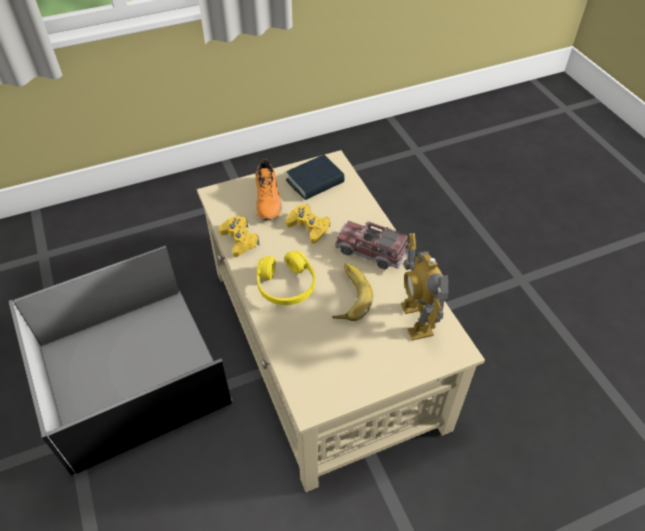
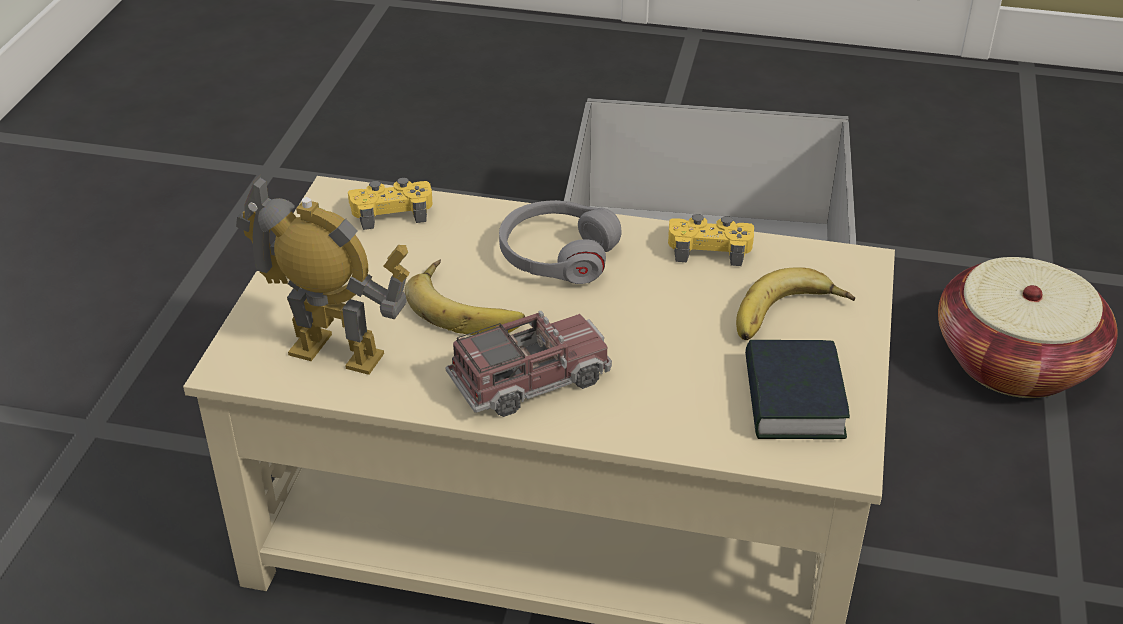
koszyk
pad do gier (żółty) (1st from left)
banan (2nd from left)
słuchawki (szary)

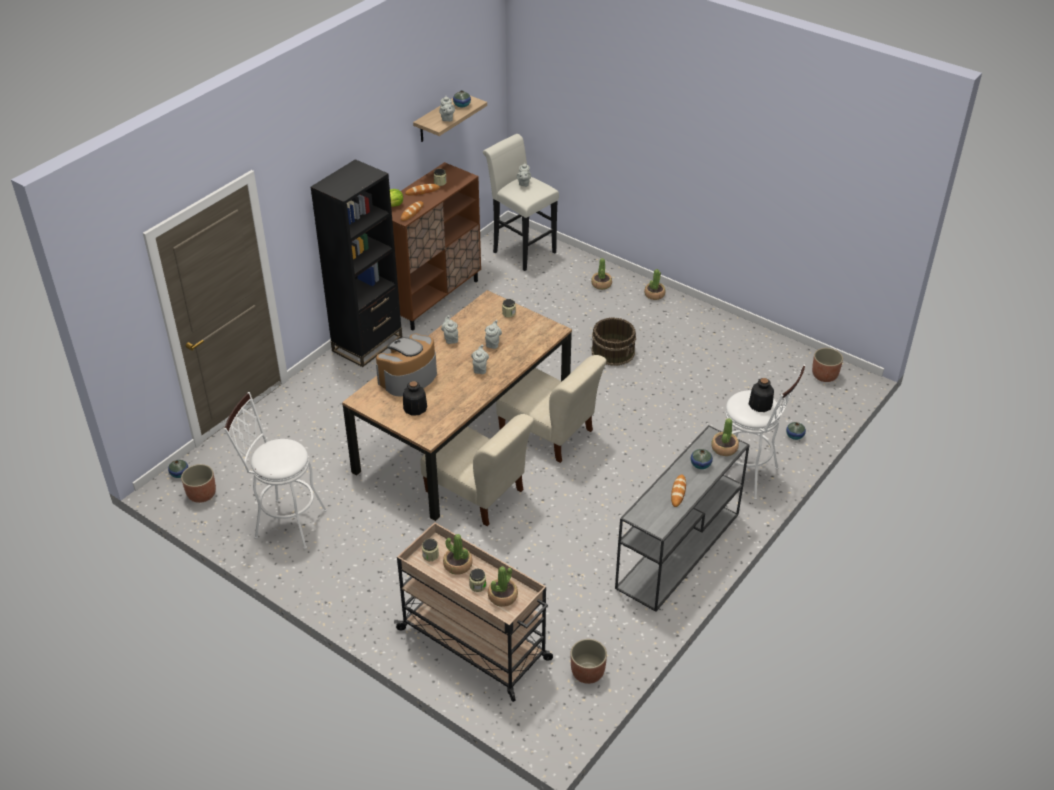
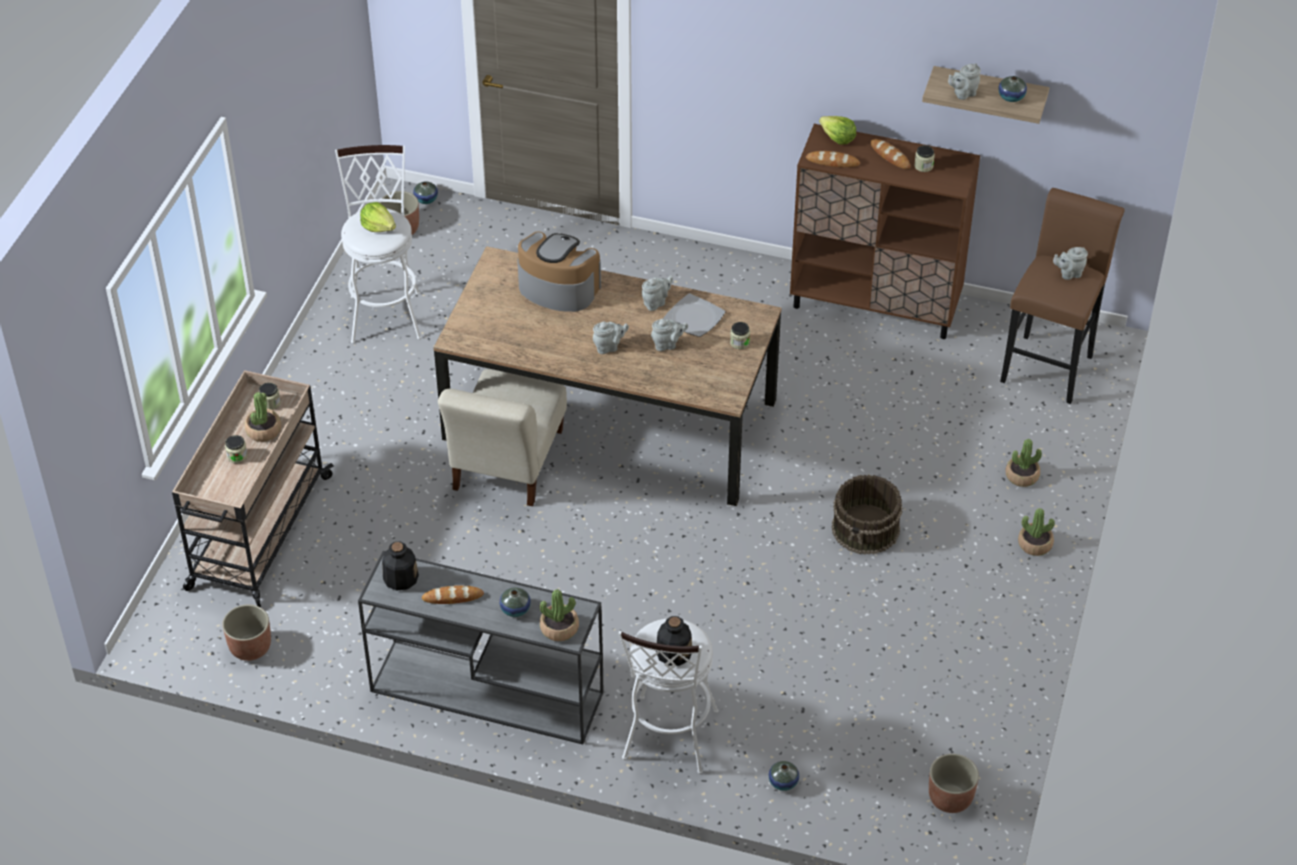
regał (czarny)
roślina doniczkowa (2nd from left in the first image)
krzesło (beżowy) (2nd from left in the first image)
sałata (1st from left)
talerz
butelka (1st from left)
stołek (brązowy)

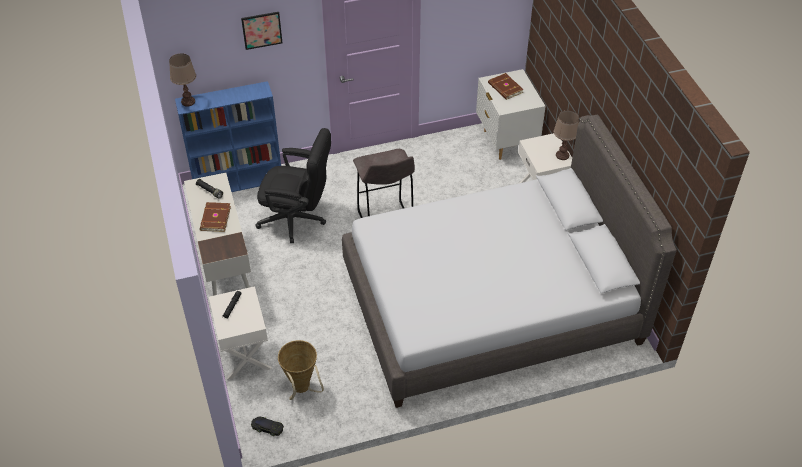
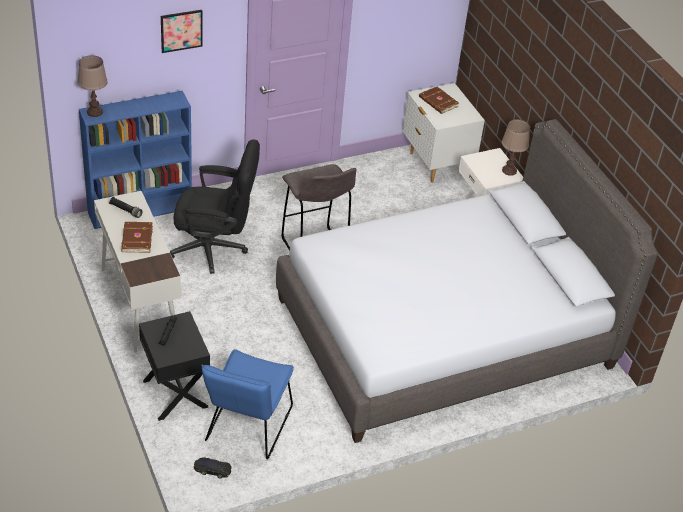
krzesło (niebieski)
szafka nocna (czarny)

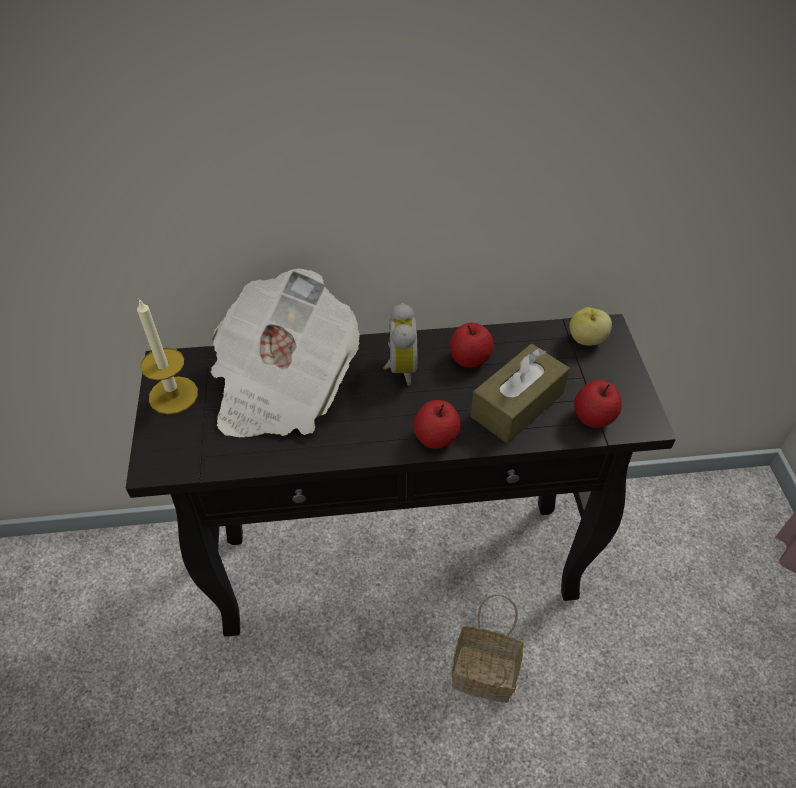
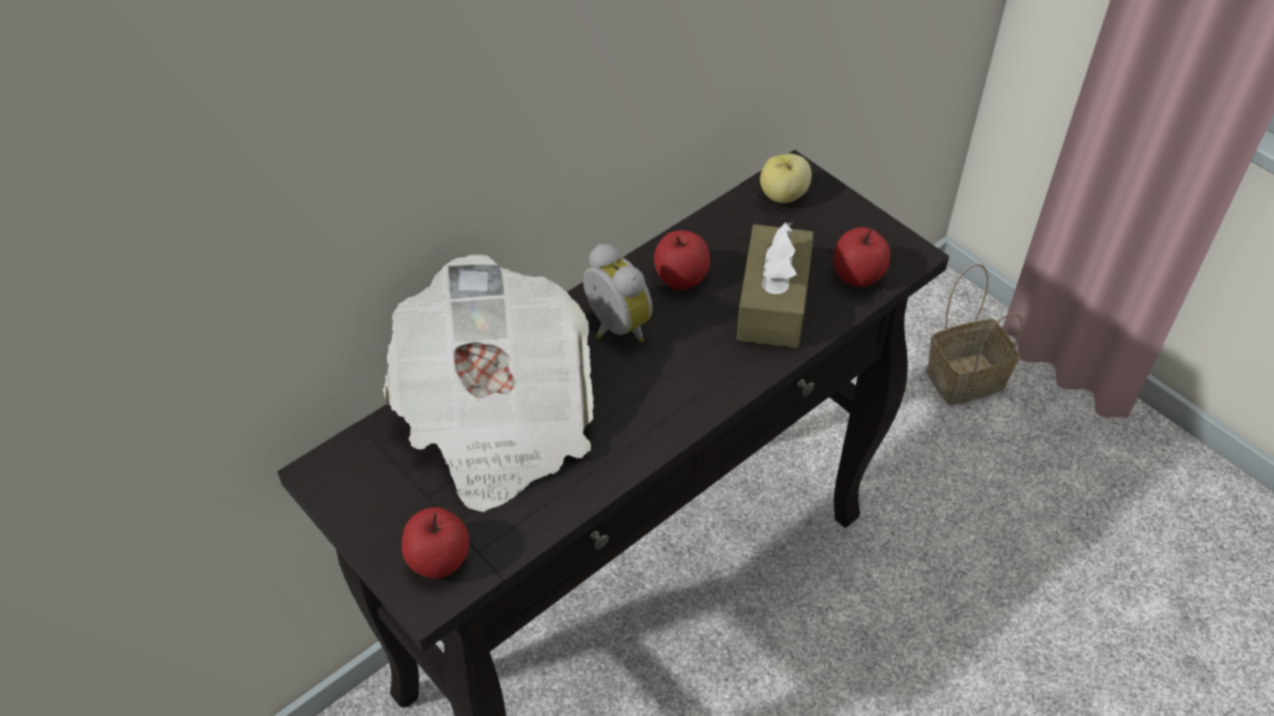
świeca
jabłko (1st from left)
koszyk

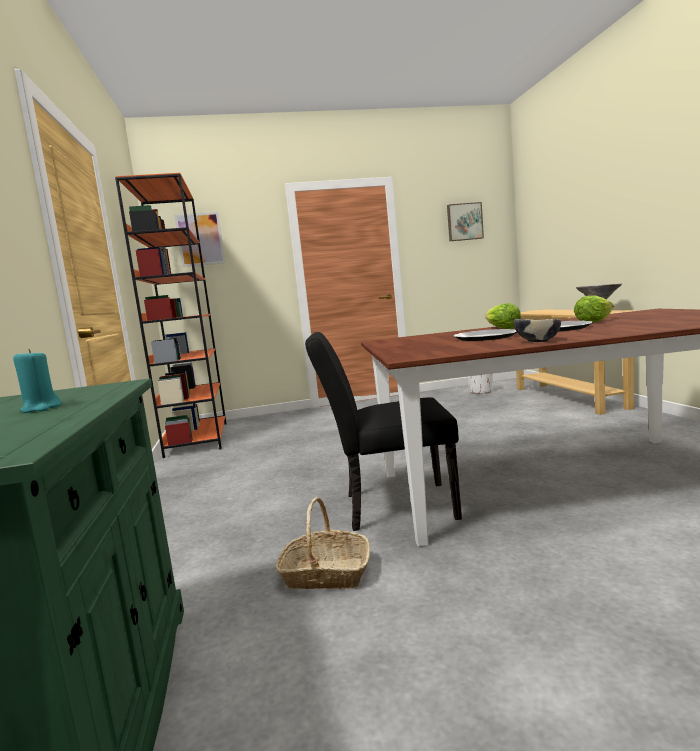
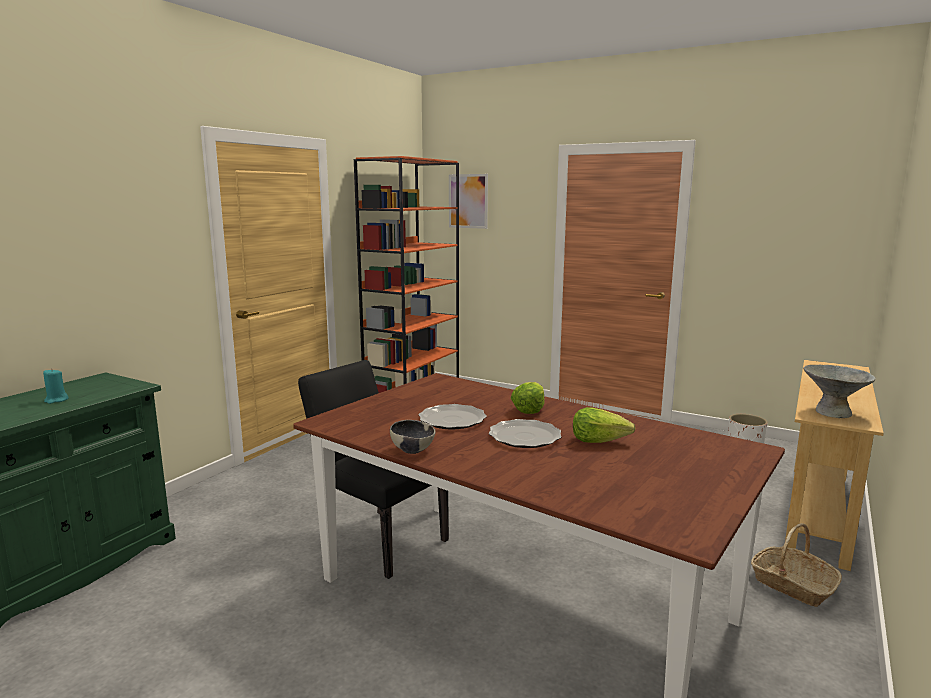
obraz (2nd from left in the first image)
koszyk

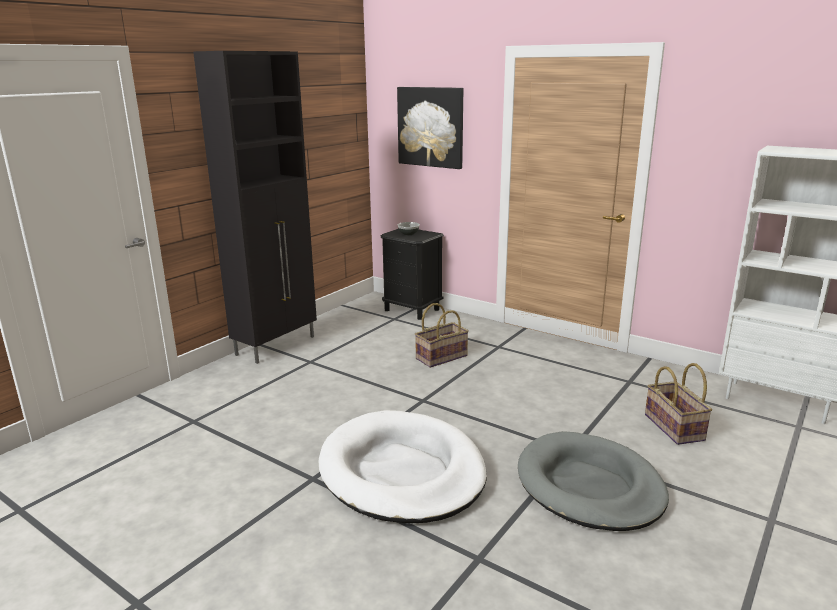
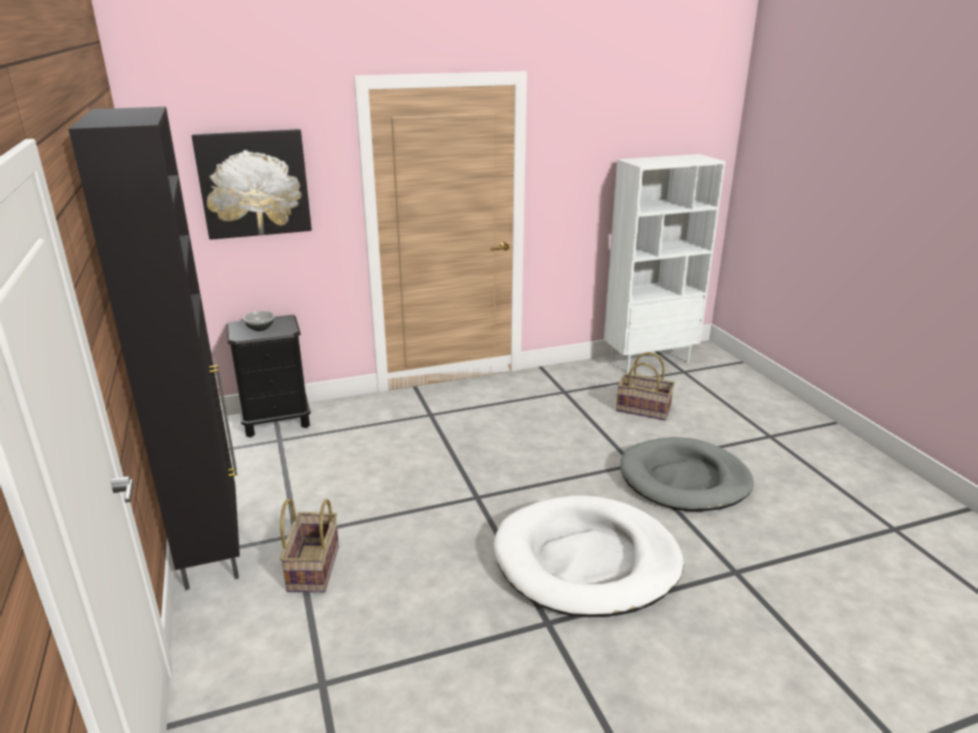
koszyk (1st from left)

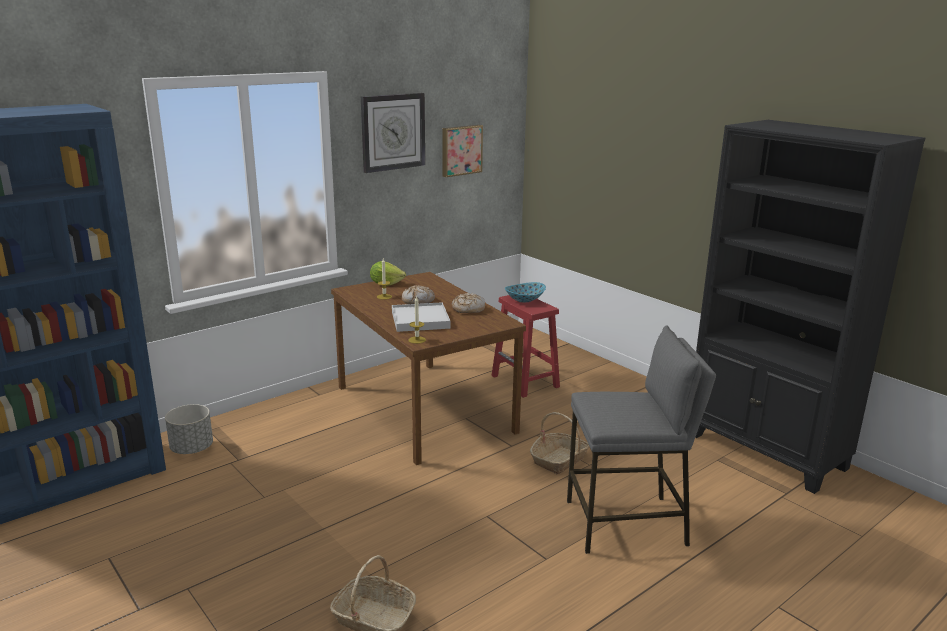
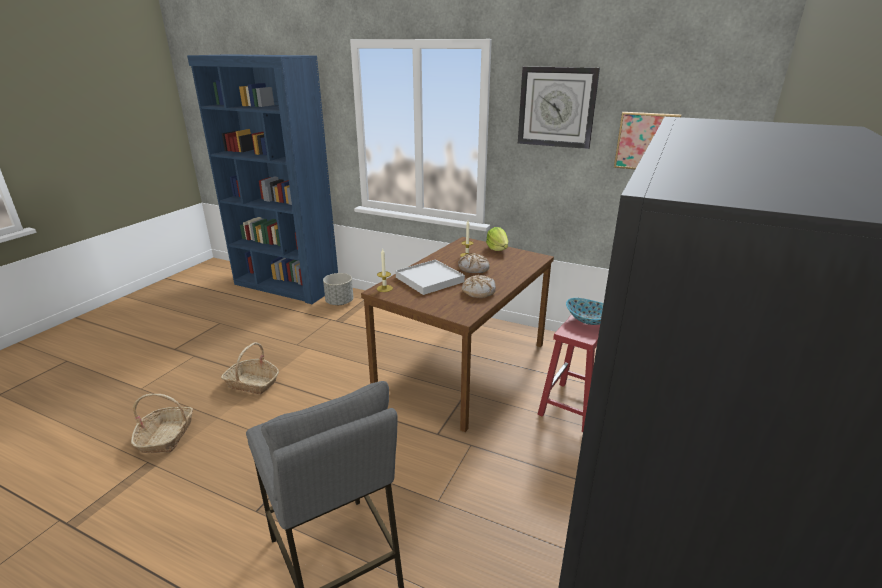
koszyk (2nd from left)

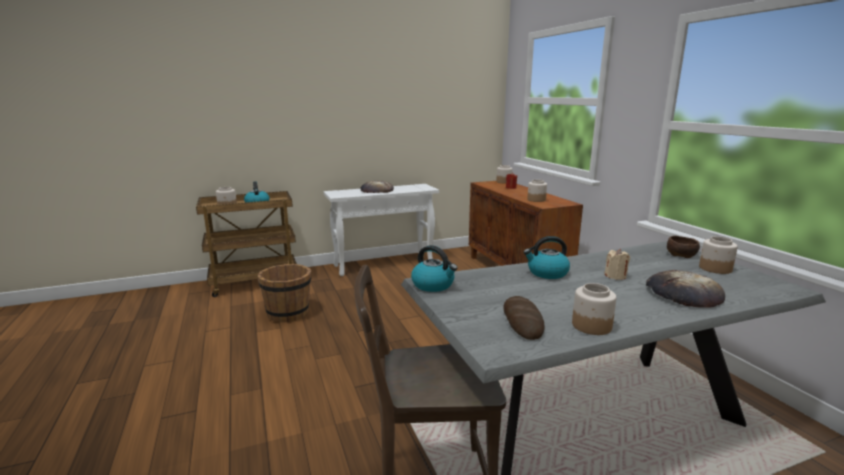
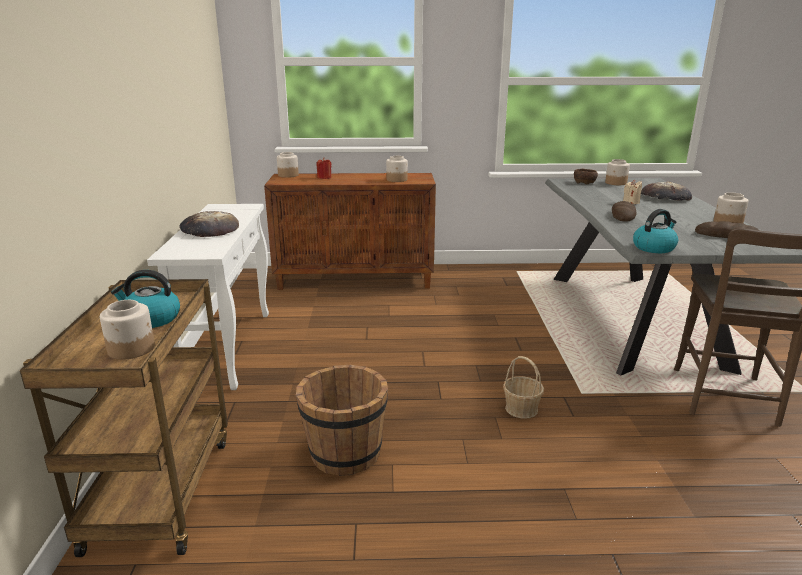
koszyk
chleb (2nd from left)

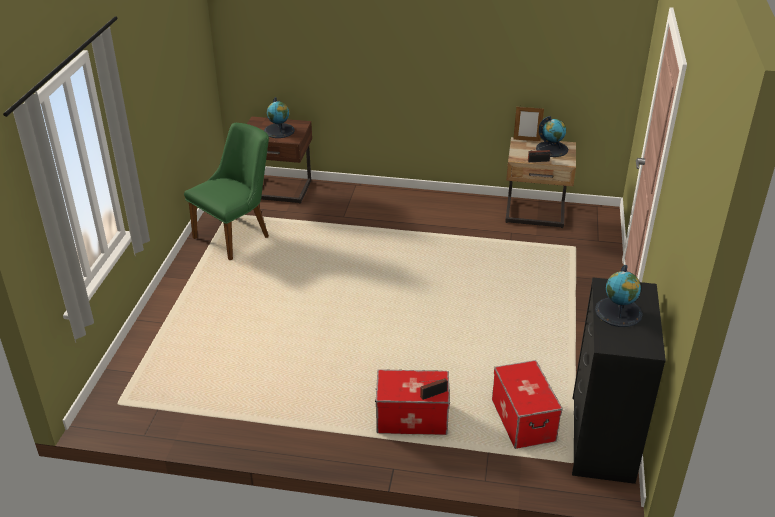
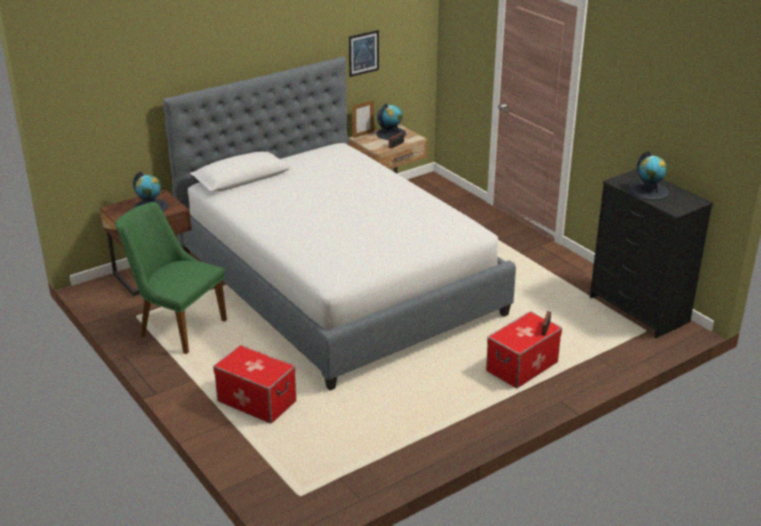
łóżko
obraz
pojemnik do przechowywania (1st from left)
krzesło (zielony)

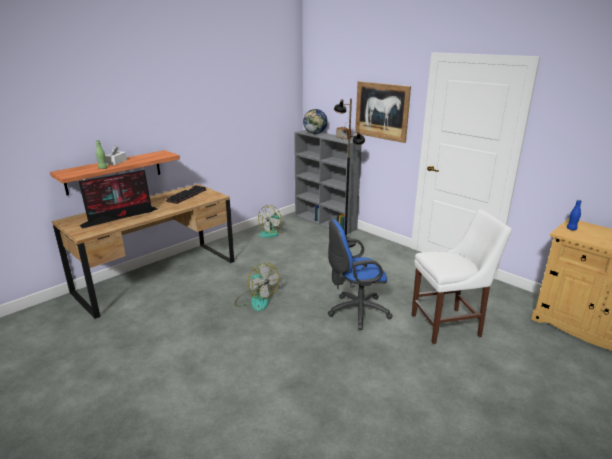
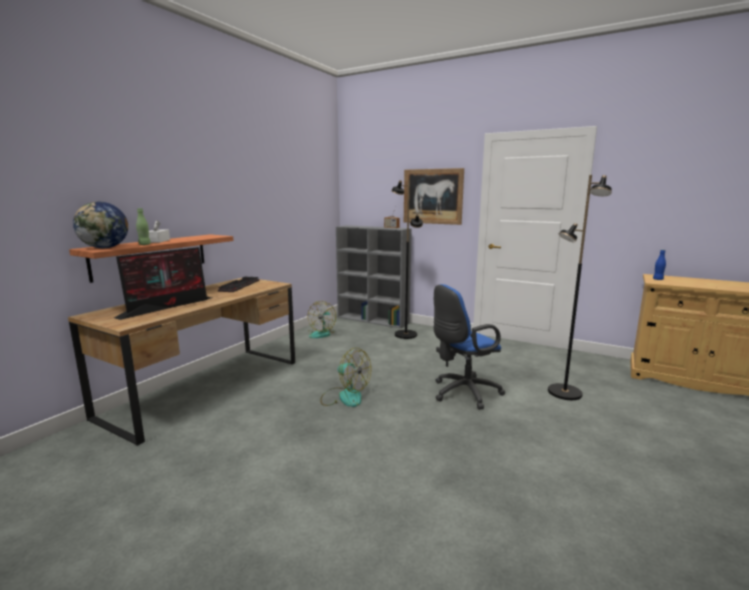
globus
lampa stojąca (czarny) (2nd from left)

